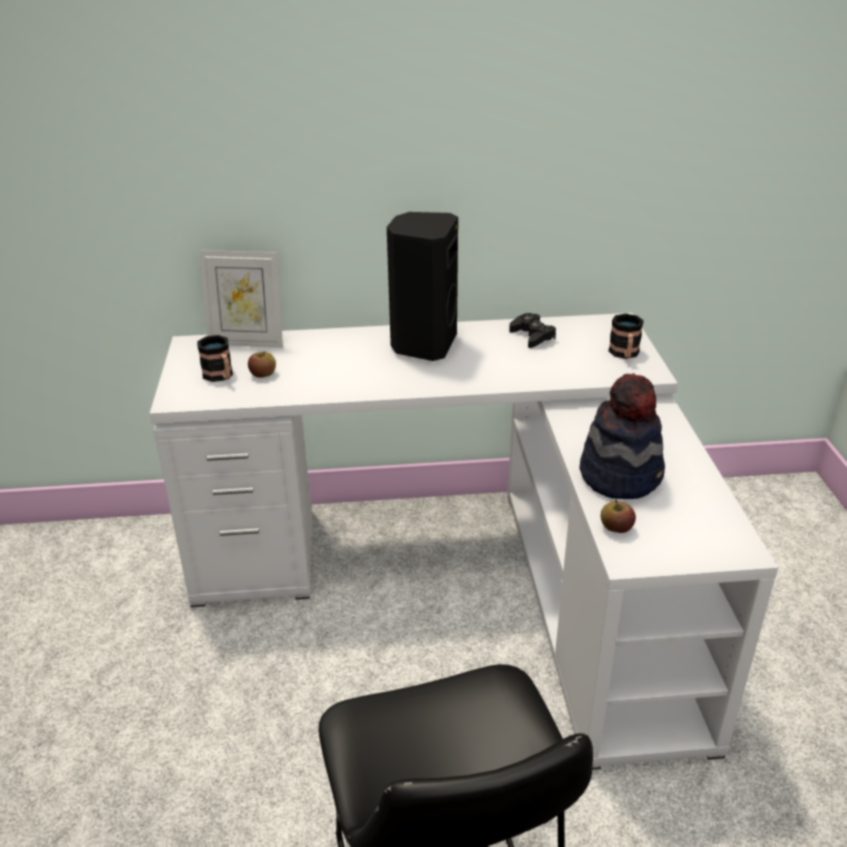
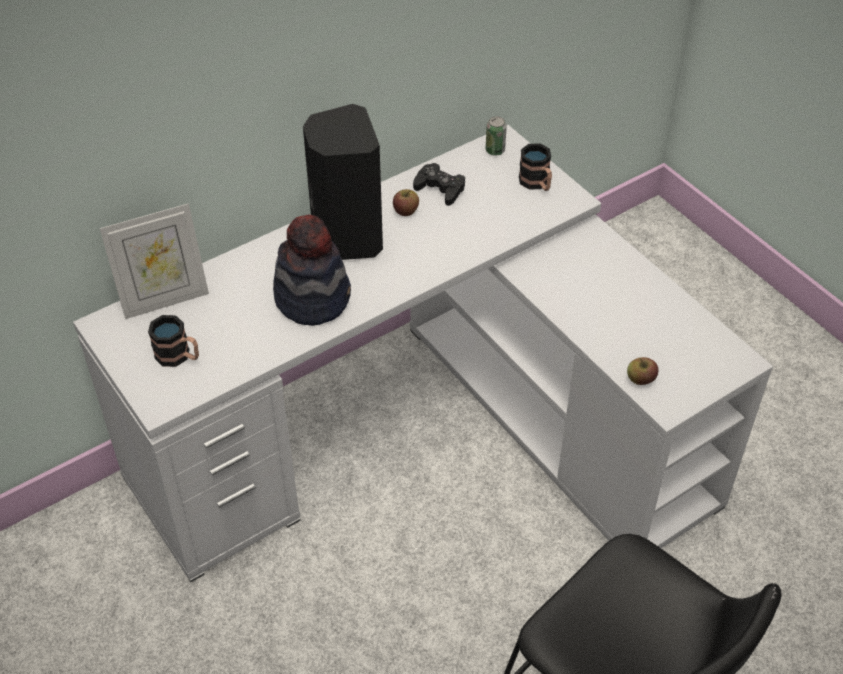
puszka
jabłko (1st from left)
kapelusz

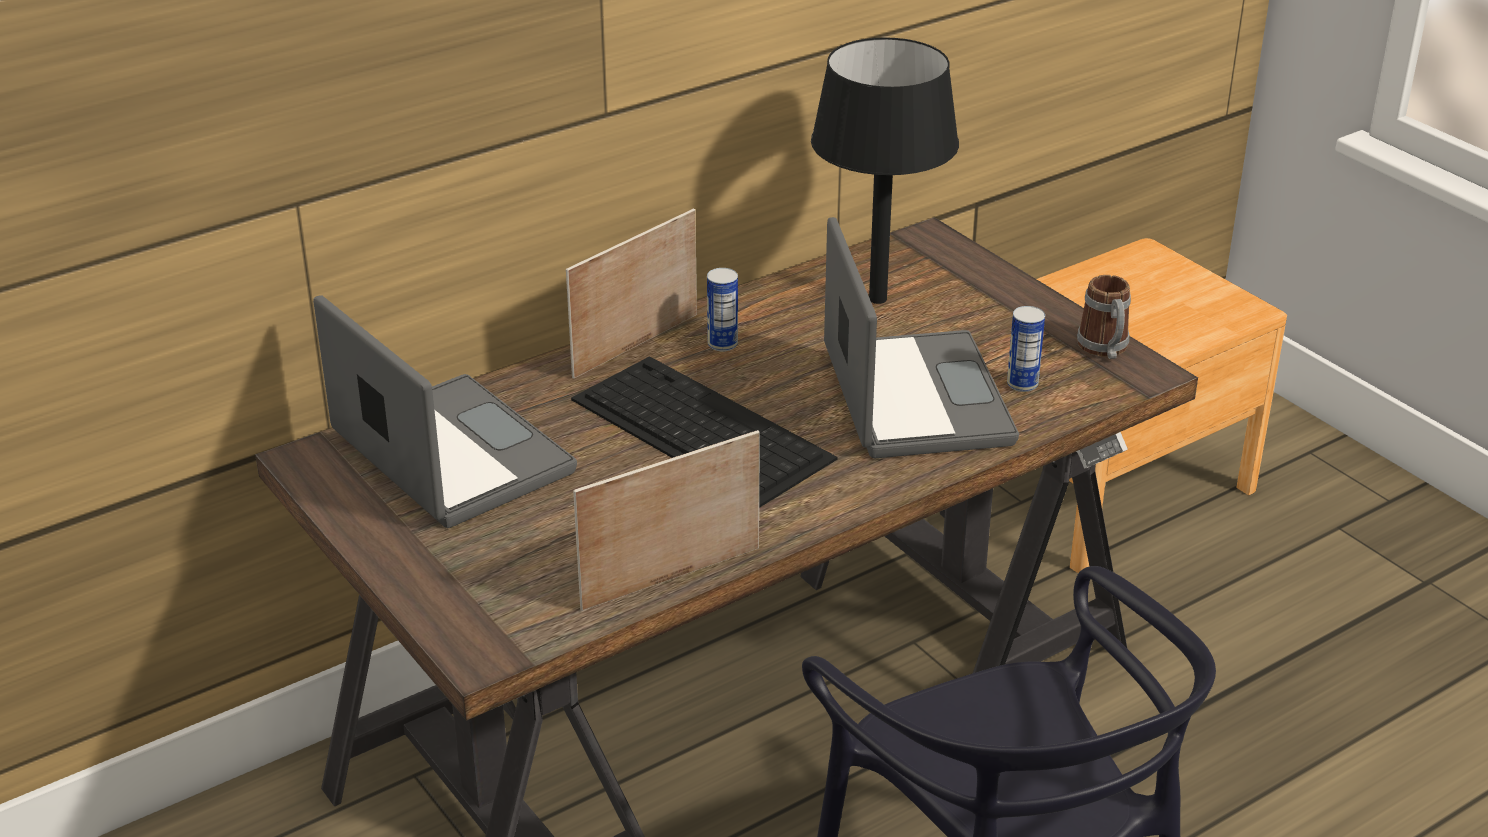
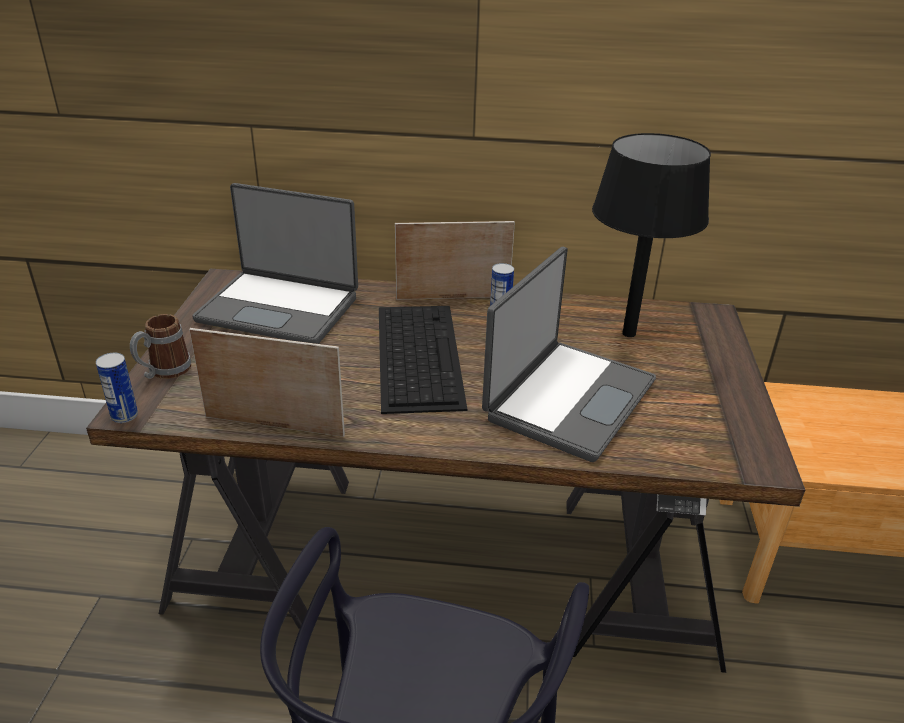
puszka (1st from left)
kubek
laptop (1st from left)

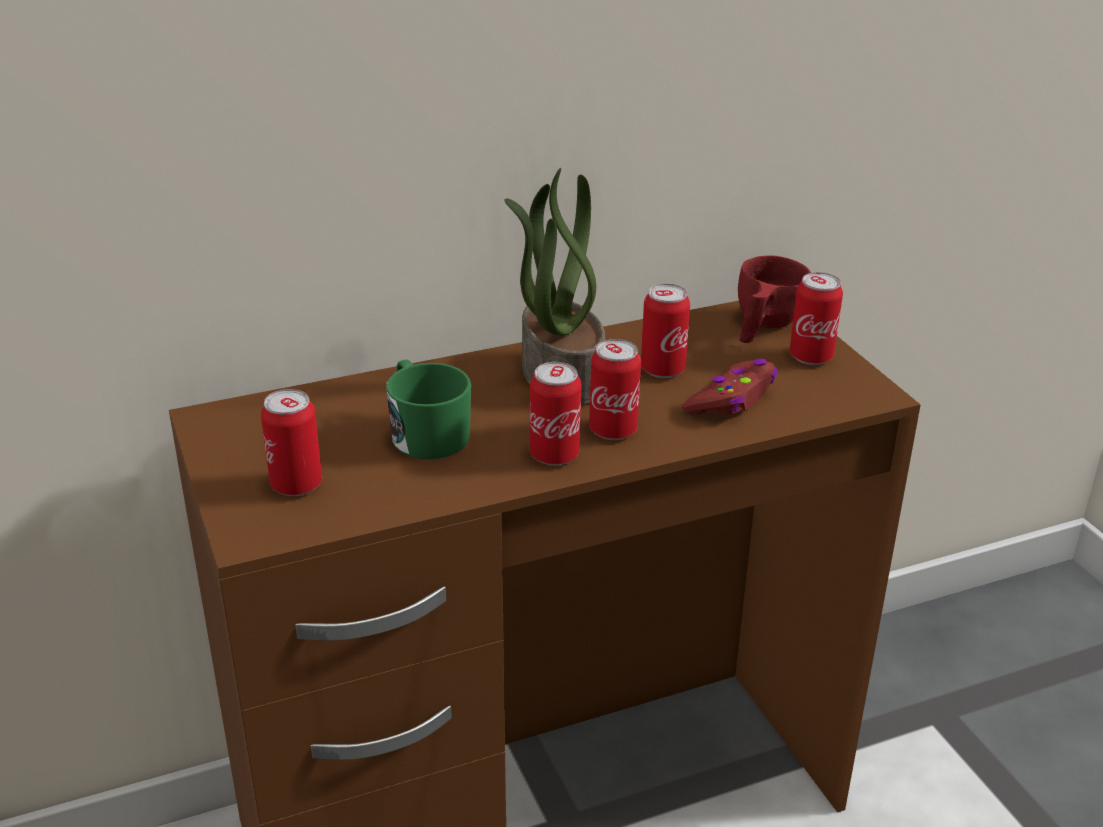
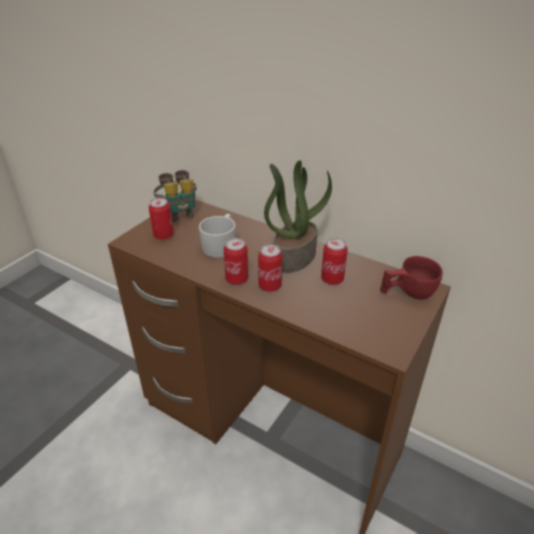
pad do gier (czerwony)
puszka (5th from left in the first image)
lornetka
kubek (biały)

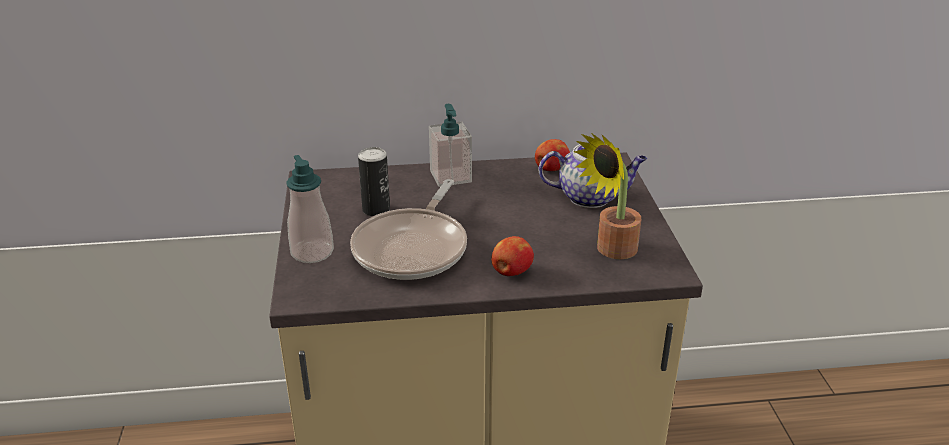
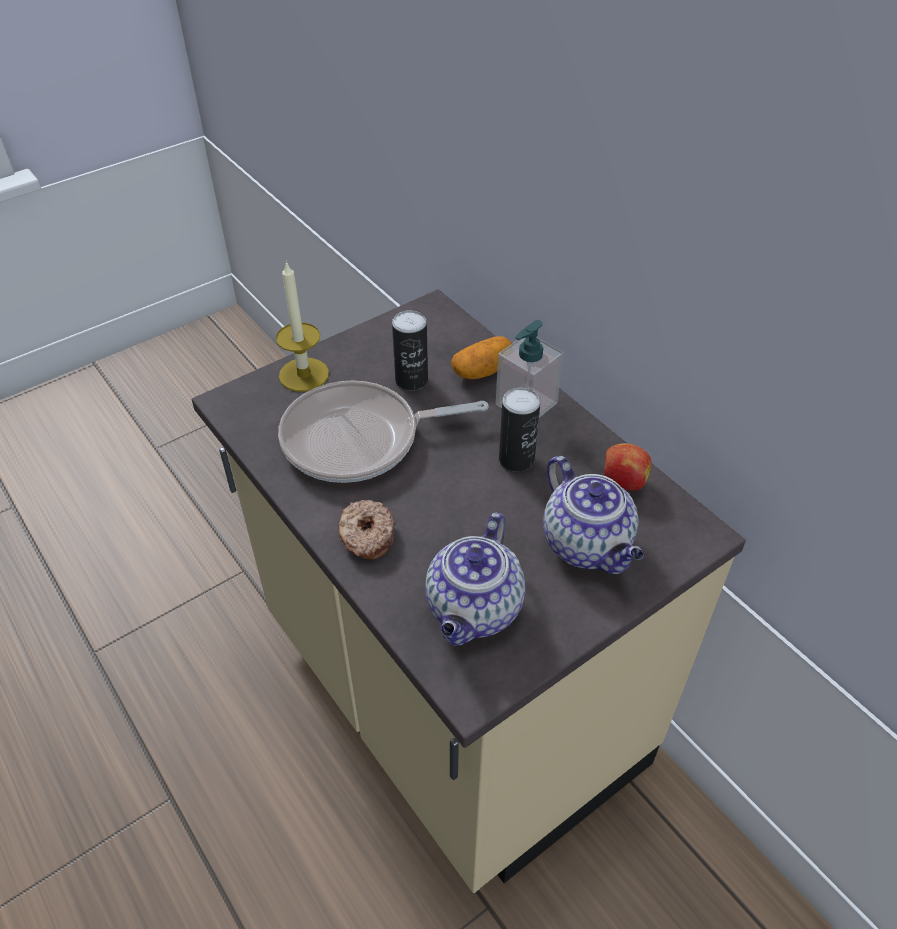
ziemniak
puszka (2nd from left)
świeca
donut
imbryk (1st from left)

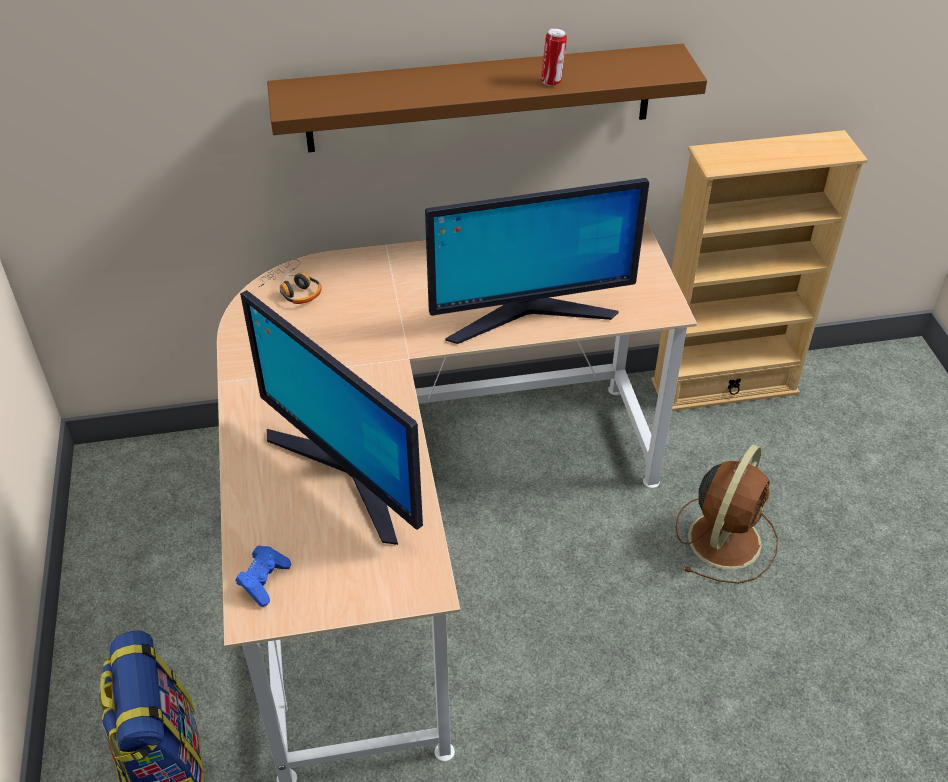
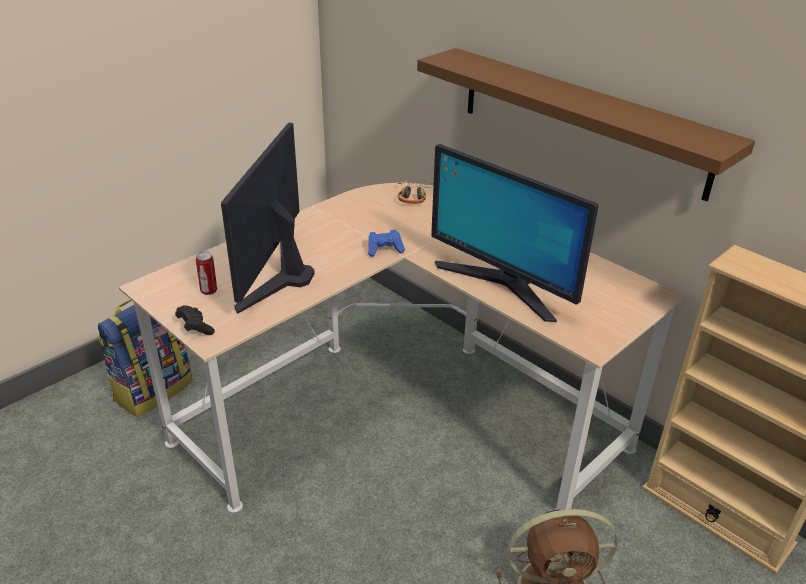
pad do gier (czarny)
pad do gier (niebieski)
puszka

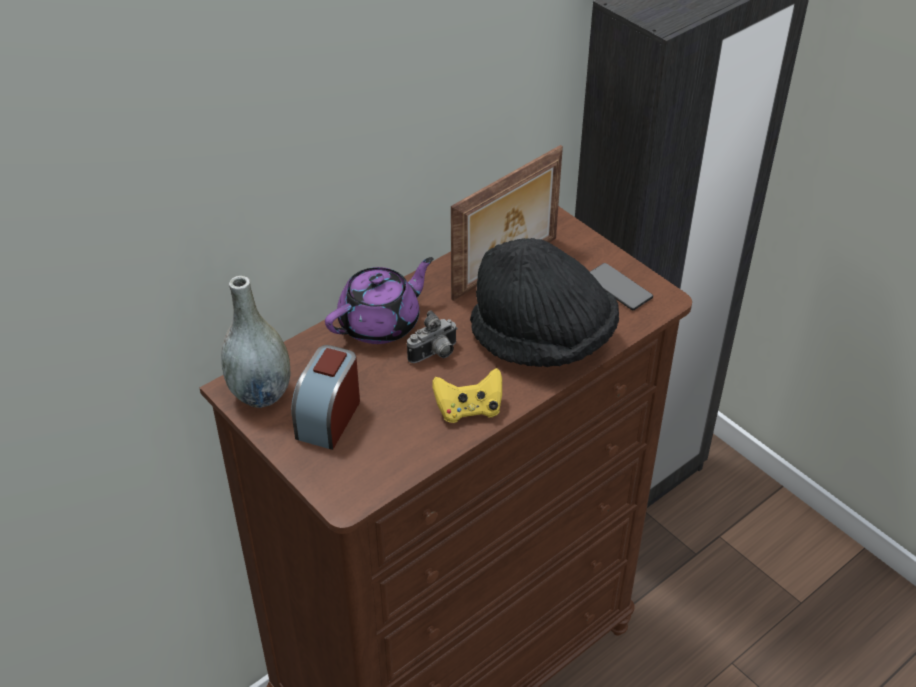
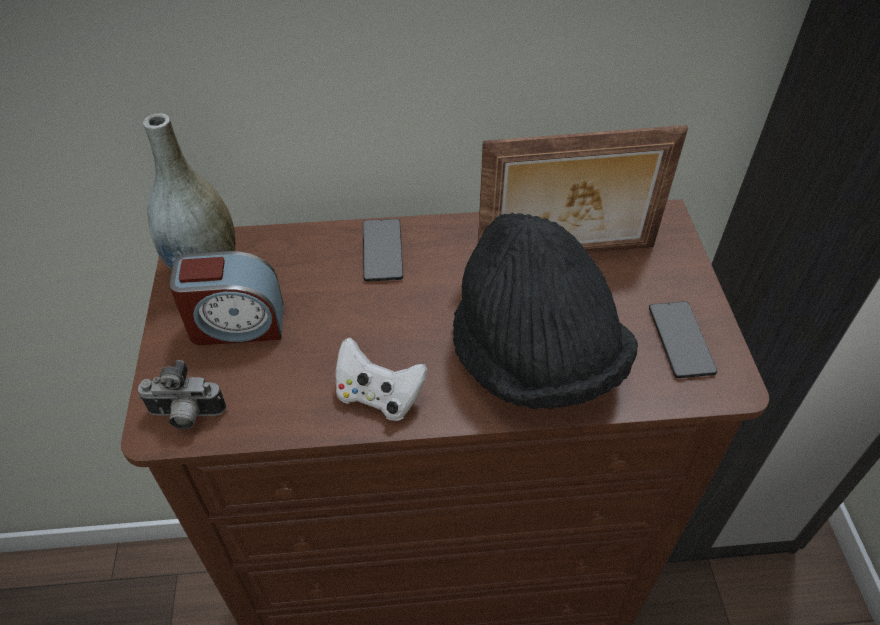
aparat fotograficzny
telefon (1st from left)
pad do gier (biały)
budzik

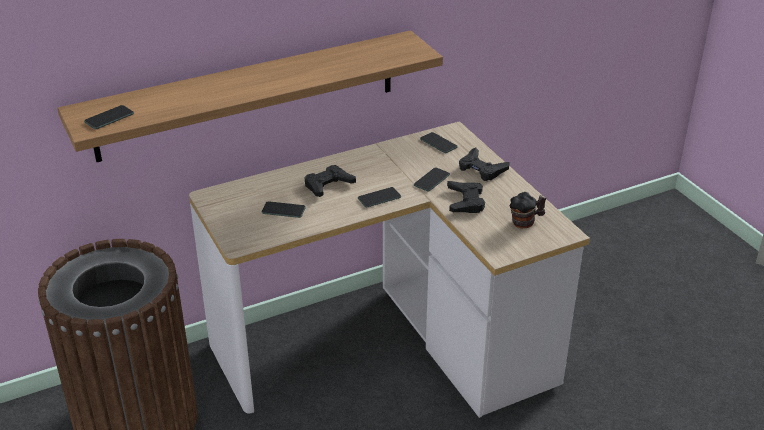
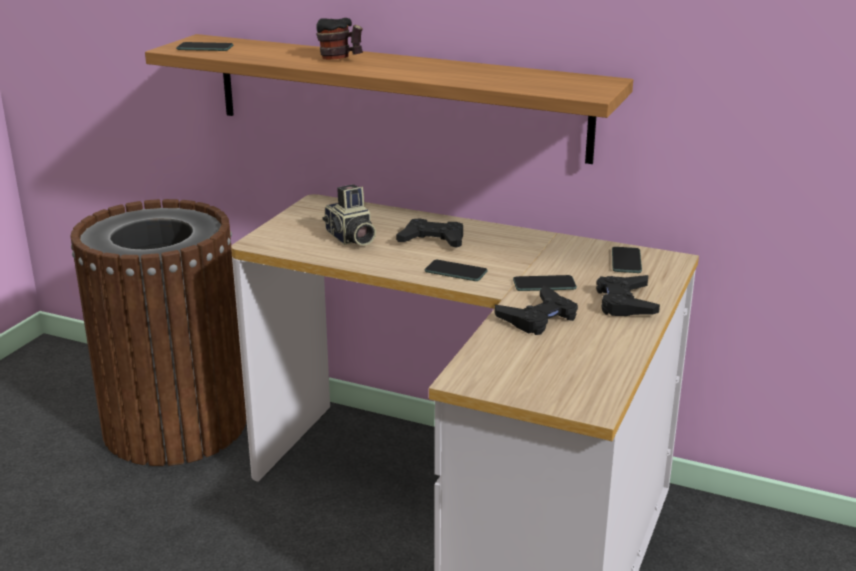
kubek
aparat fotograficzny

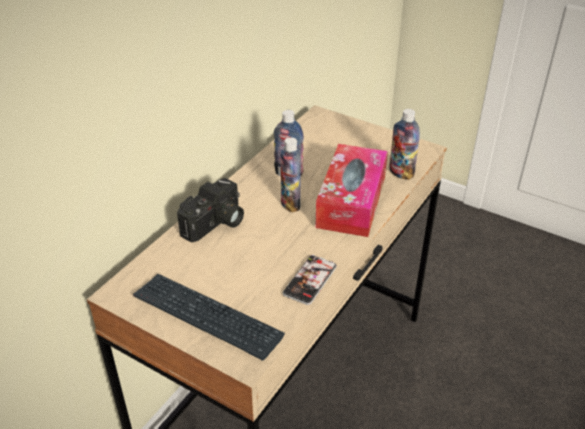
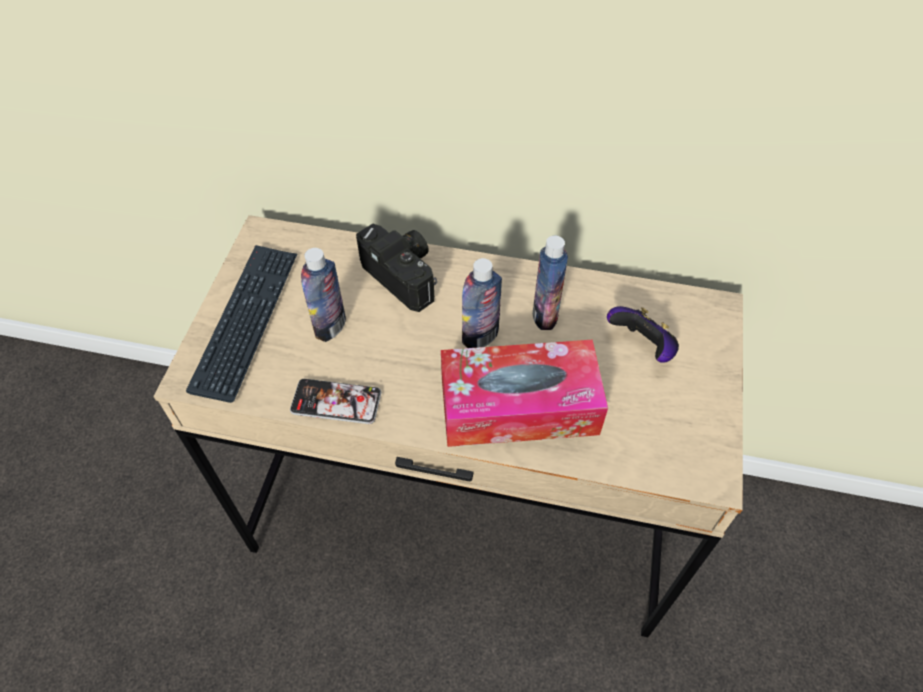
pad do gier
butelka (1st from left)
aparat fotograficzny

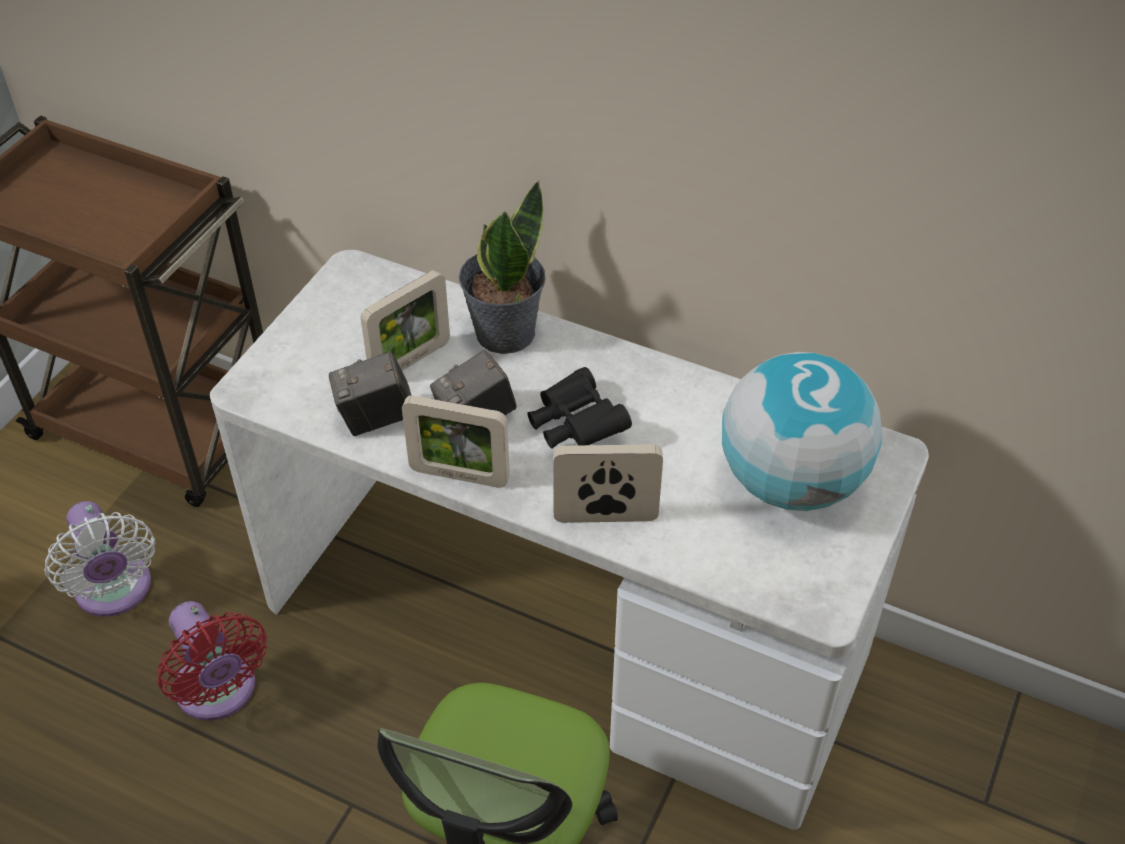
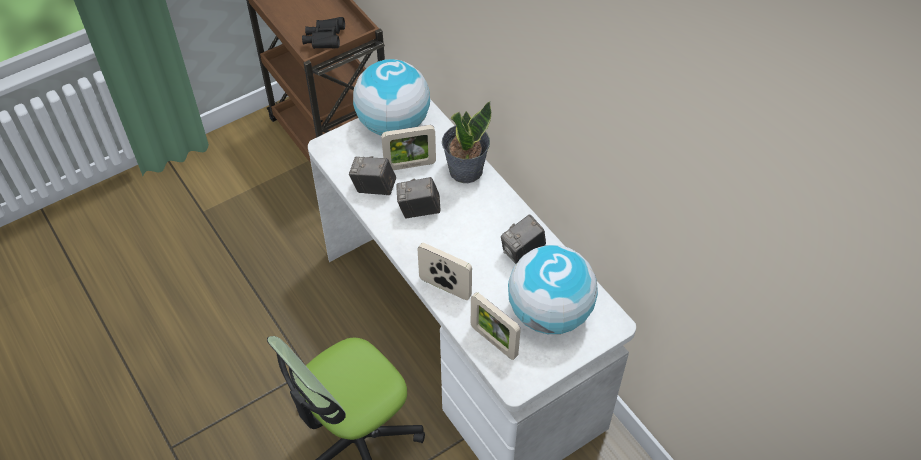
wentylator (biały)
wentylator (czerwony)
globus (1st from left)
aparat fotograficzny (3rd from left)
ramka na zdjęcie (3rd from left)
lornetka (czarny)

